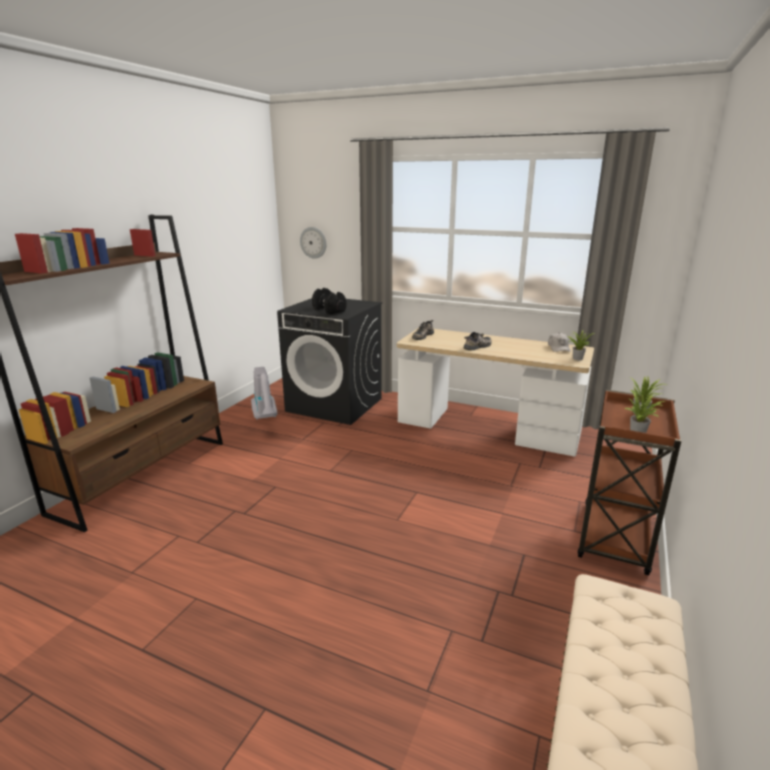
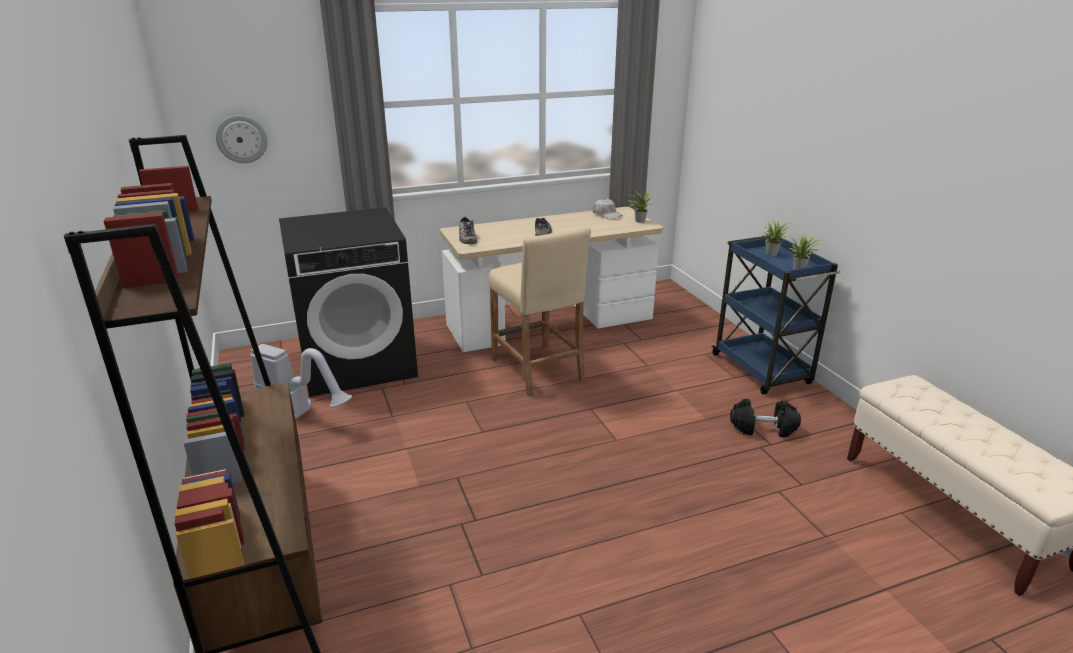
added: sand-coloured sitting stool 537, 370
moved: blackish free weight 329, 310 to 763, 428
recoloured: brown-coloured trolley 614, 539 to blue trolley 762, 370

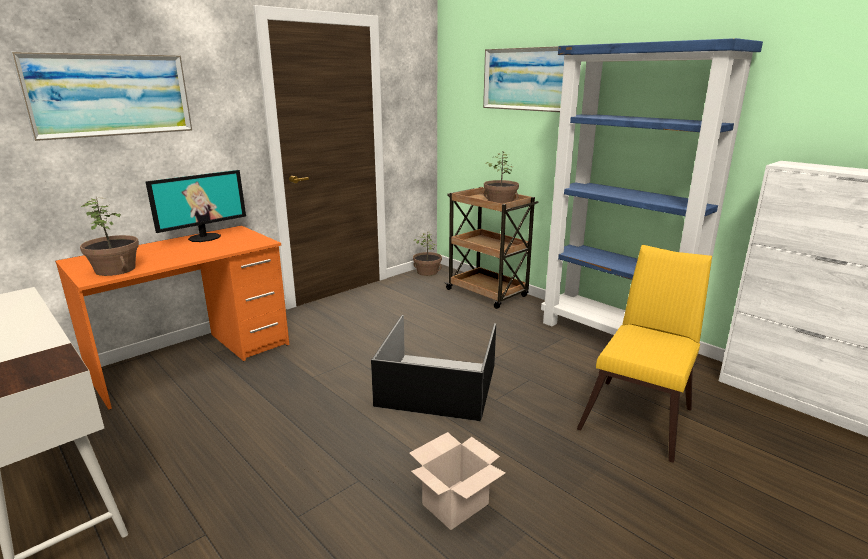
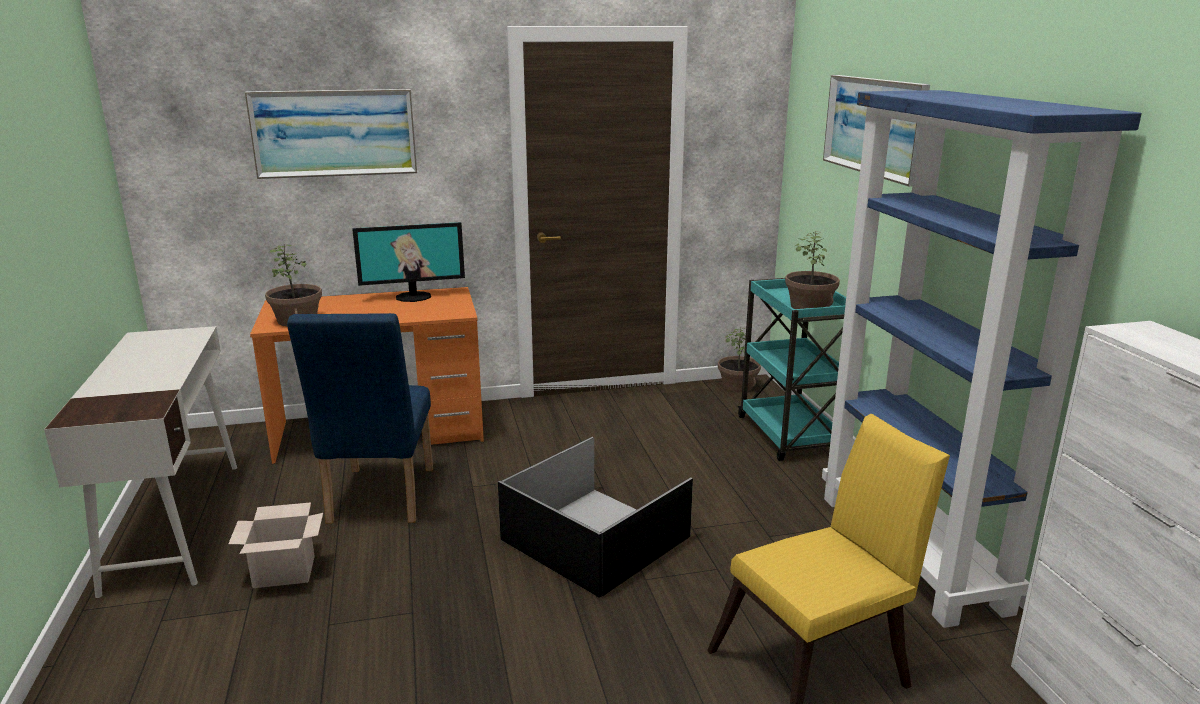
added: blue chair 378, 500
moved: carton 455, 503 to 286, 571
recoloured: brown-coloured trolley 488, 293 to blue-green trolley 790, 436

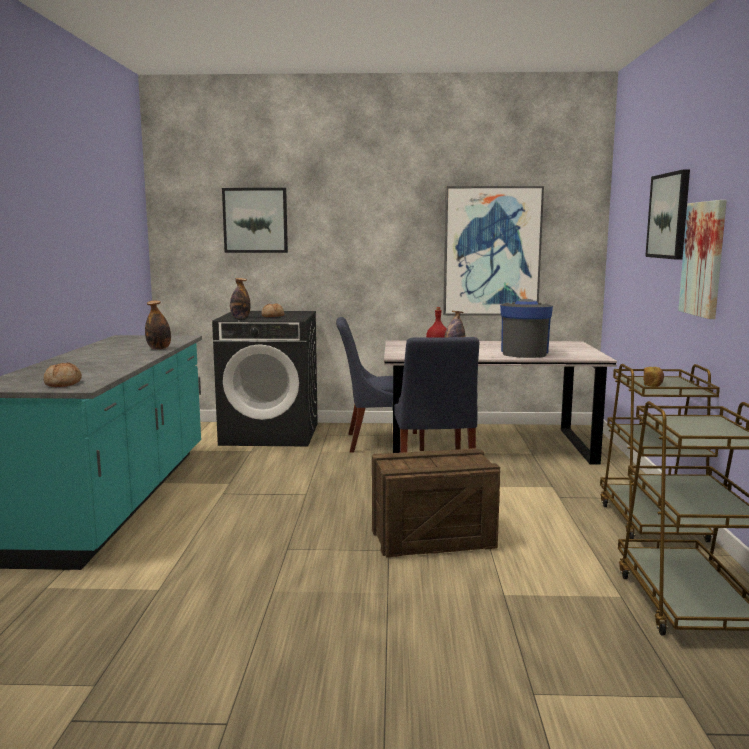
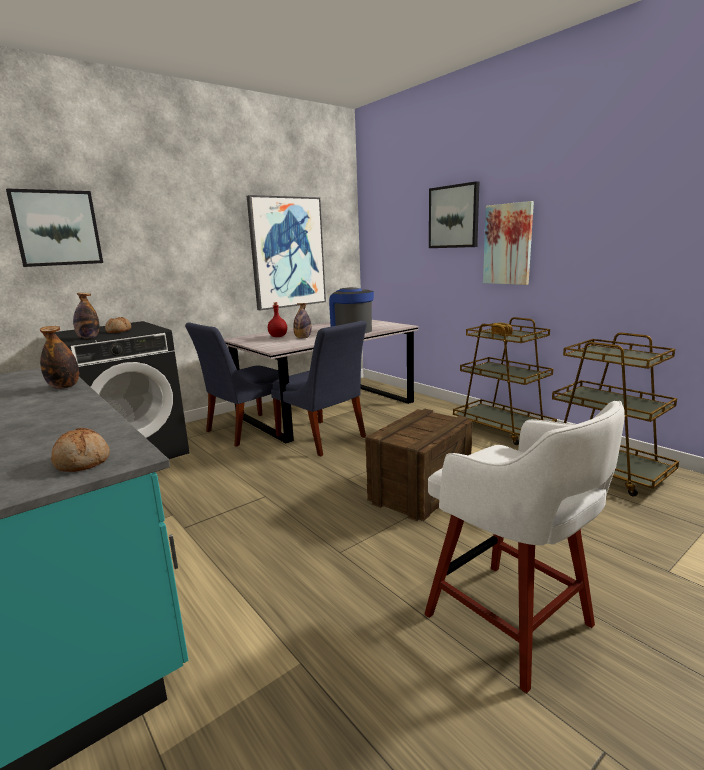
added: white-coloured sitting stool 512, 623

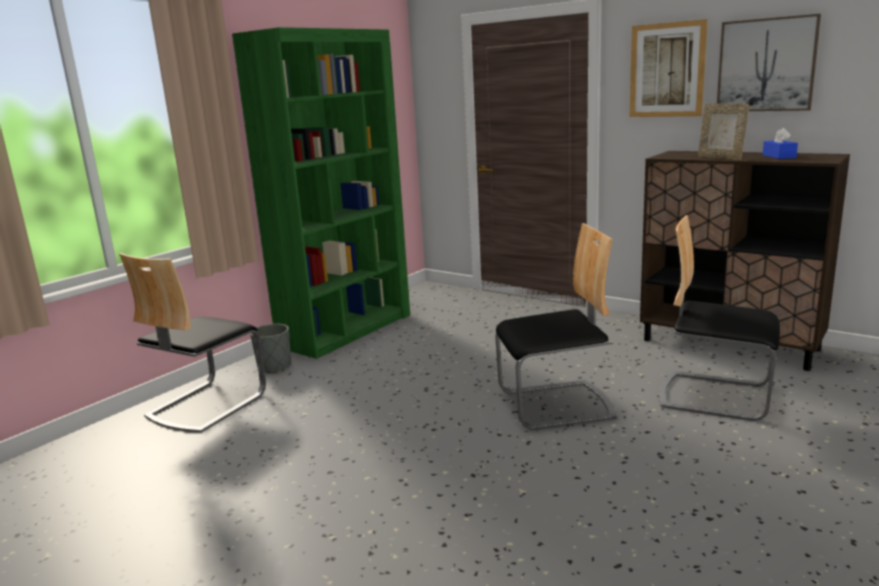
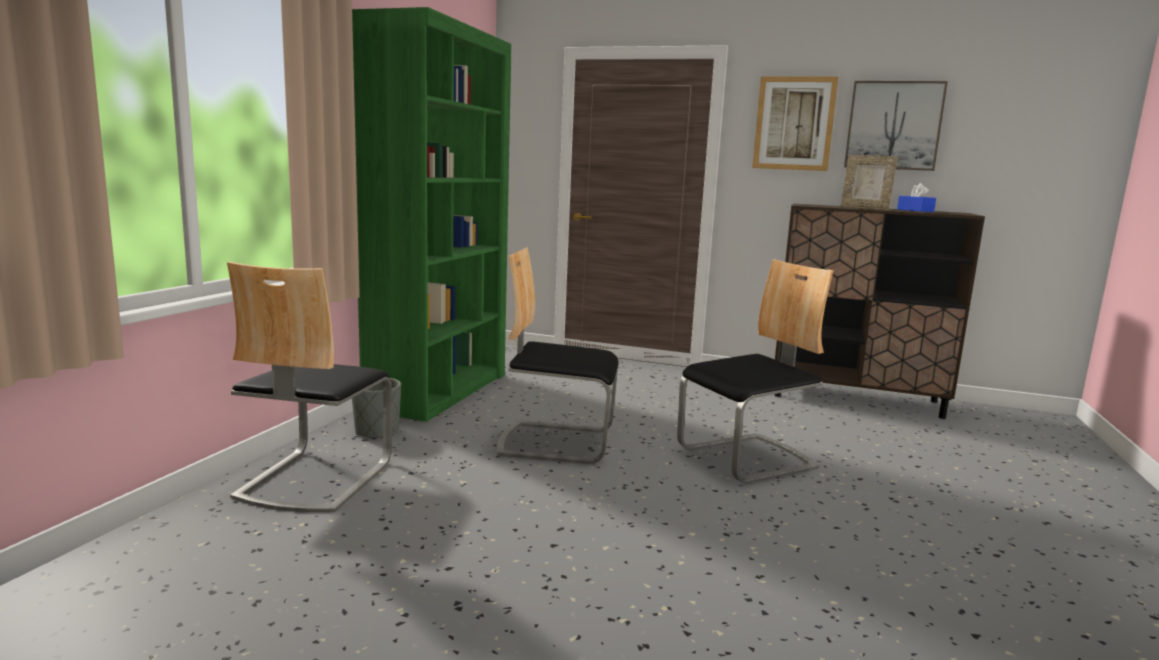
moved: chair 715, 395 to 556, 442

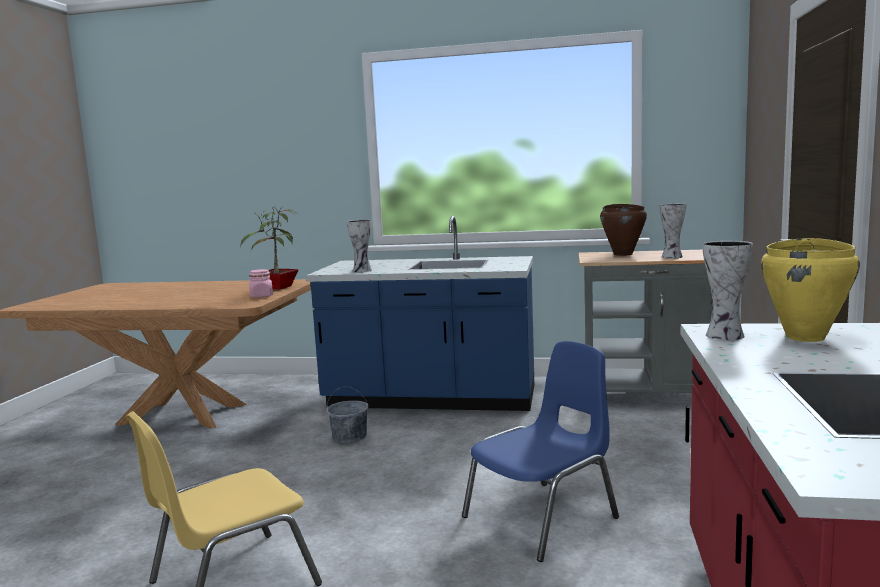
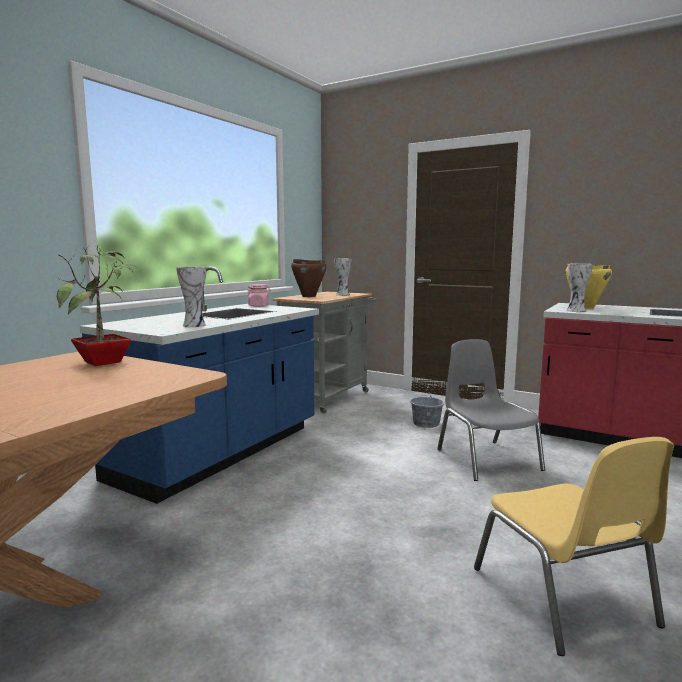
moved: pinkish storage jar 261, 296 to 259, 306; gray pail 350, 436 to 426, 423
recoloured: blue chair 543, 518 to gray chair 486, 459

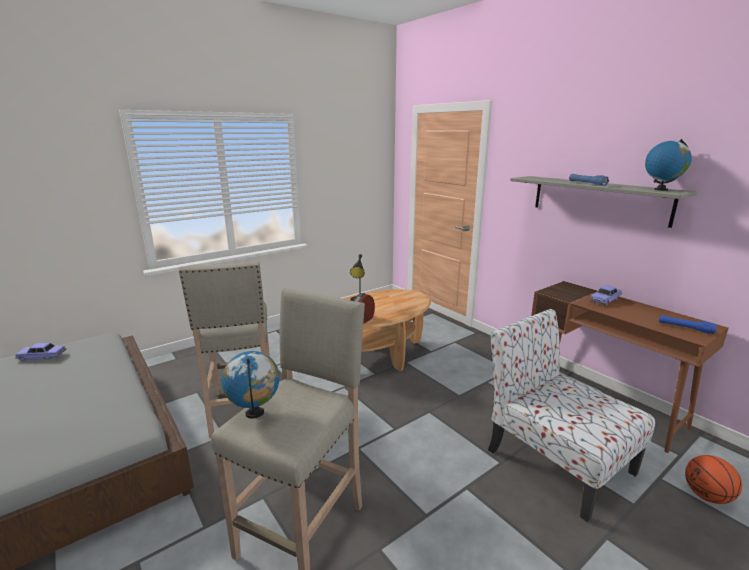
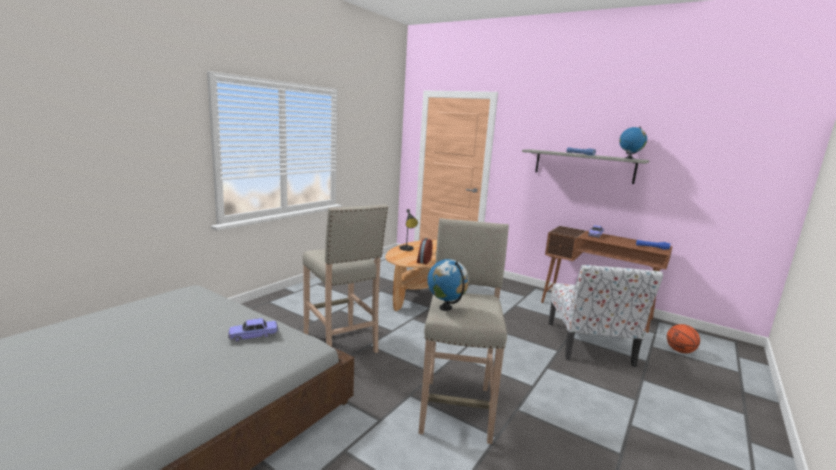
moved: toy car 42, 357 to 253, 335
turned: chair 556, 459 = 589, 344 120 degrees counterclockwise

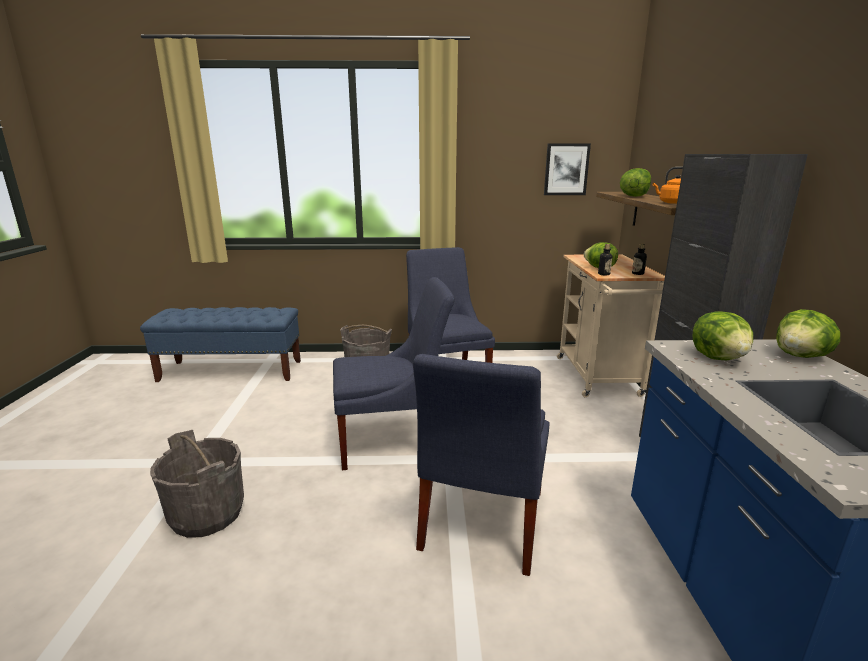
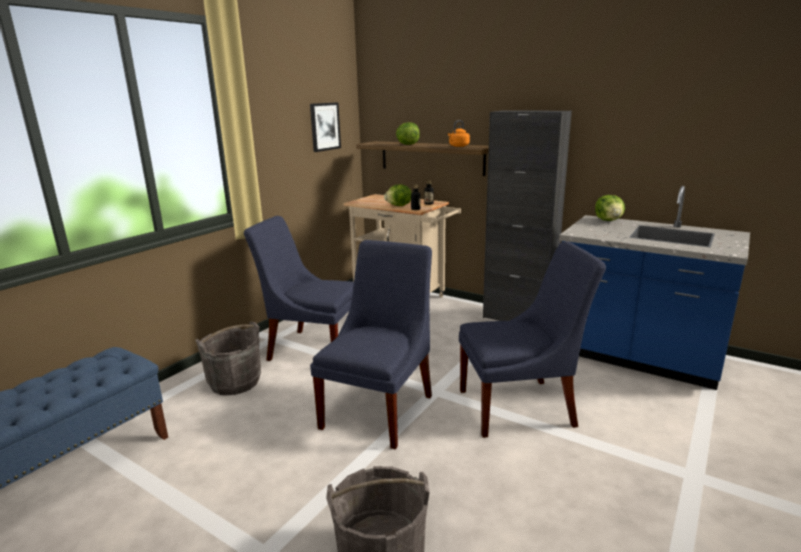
removed: lettuce 719, 358
turned: blue chair 481, 524 = 521, 407 60 degrees counterclockwise

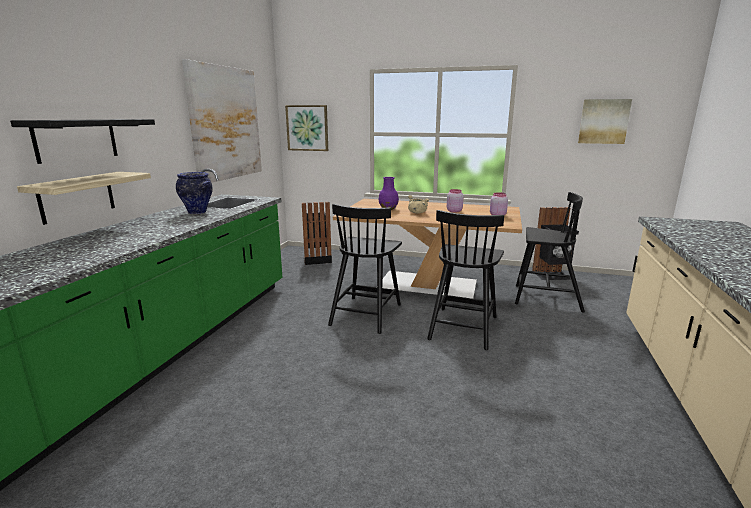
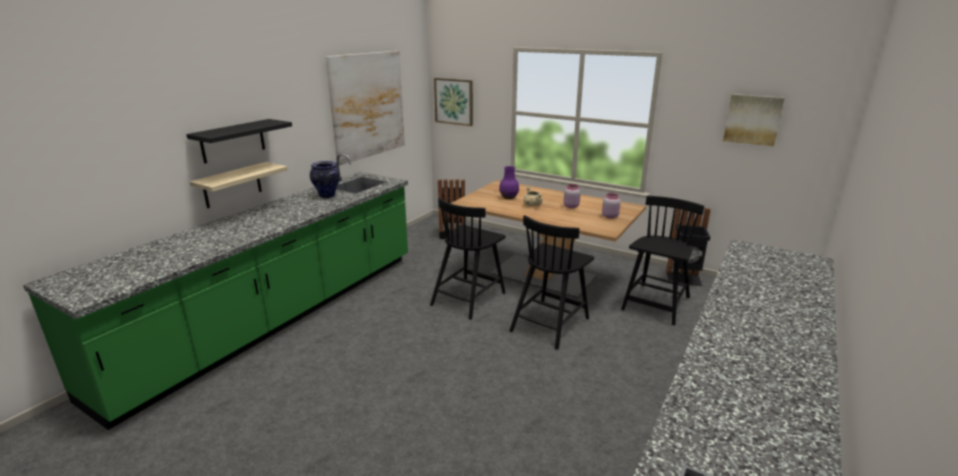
turned: blackish chair 545, 298 = 656, 304 90 degrees counterclockwise

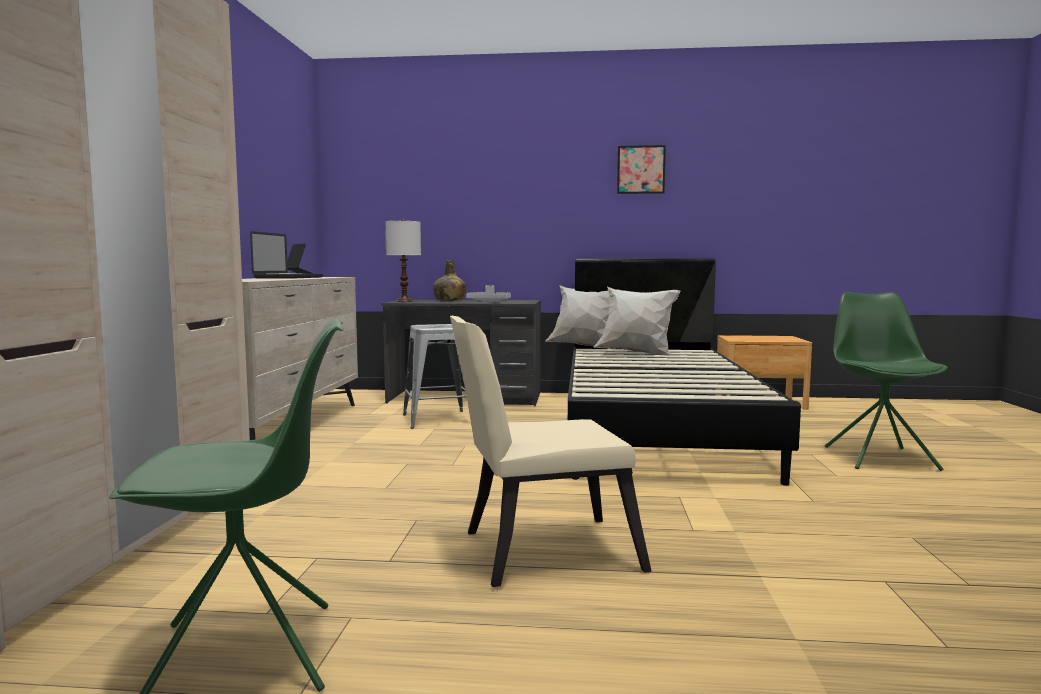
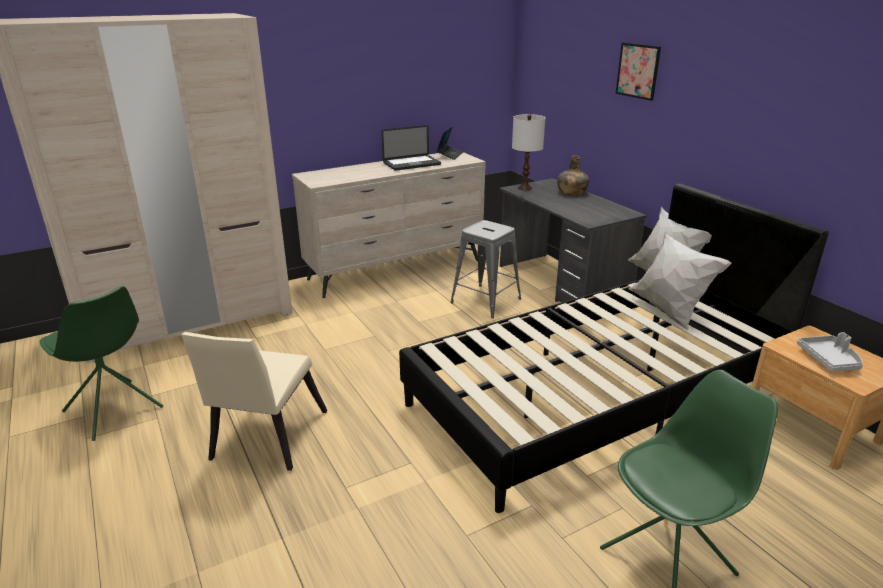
moved: picture 641, 169 to 638, 71; gray tray 489, 301 to 829, 360
turned: sand-coloured chair 539, 551 = 265, 439 120 degrees counterclockwise

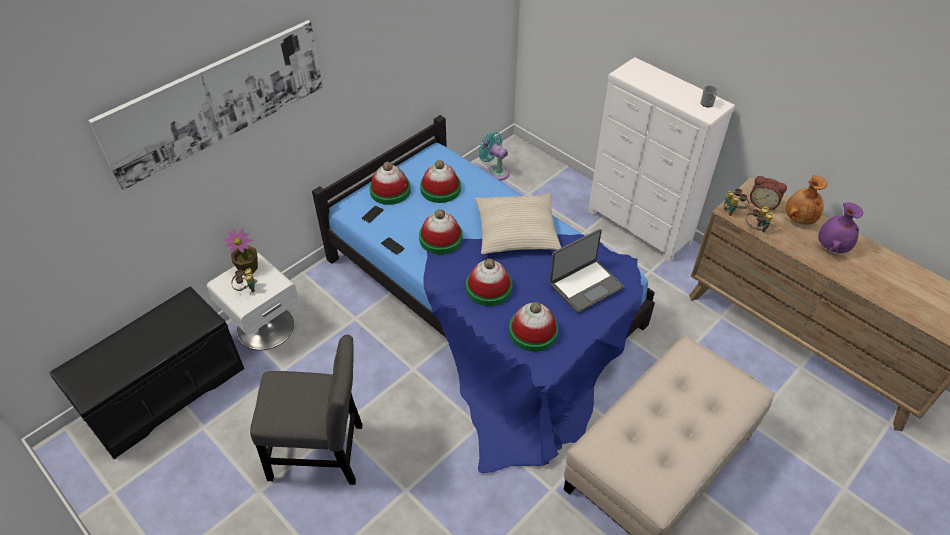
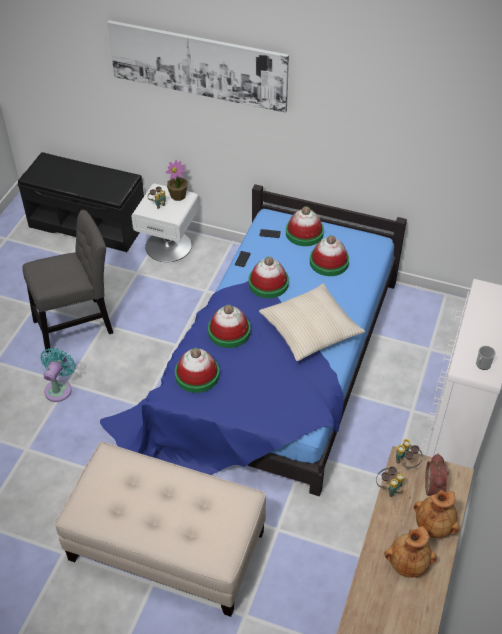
removed: laptop 585, 285
moved: blue-green cooling fan 495, 171 to 59, 388
recoloured: purplish decorative vase 831, 246 to brown-coloured decorative vase 407, 563
turned: gray chair 322, 453 = 77, 324 90 degrees counterclockwise

